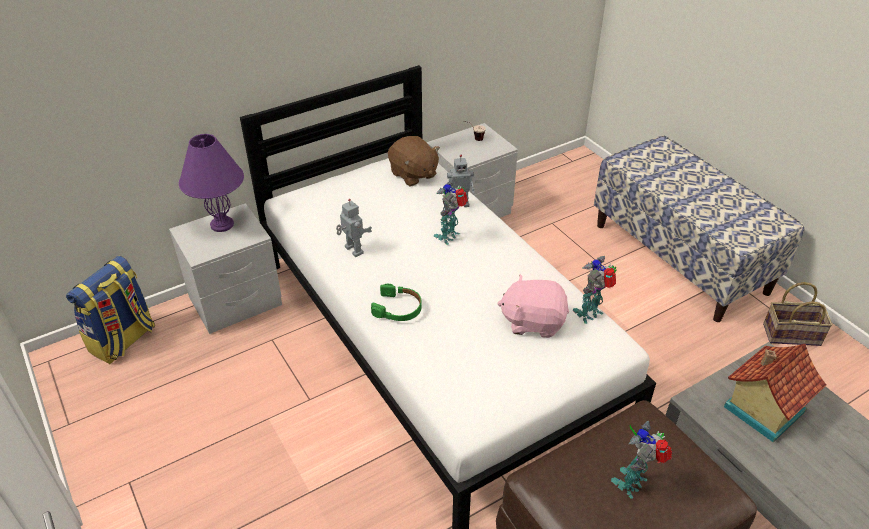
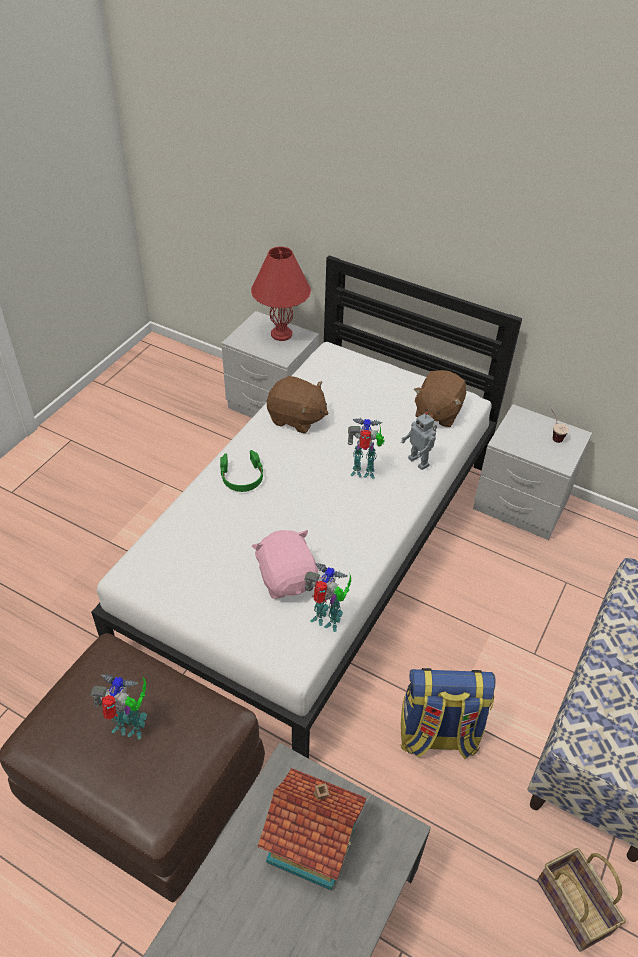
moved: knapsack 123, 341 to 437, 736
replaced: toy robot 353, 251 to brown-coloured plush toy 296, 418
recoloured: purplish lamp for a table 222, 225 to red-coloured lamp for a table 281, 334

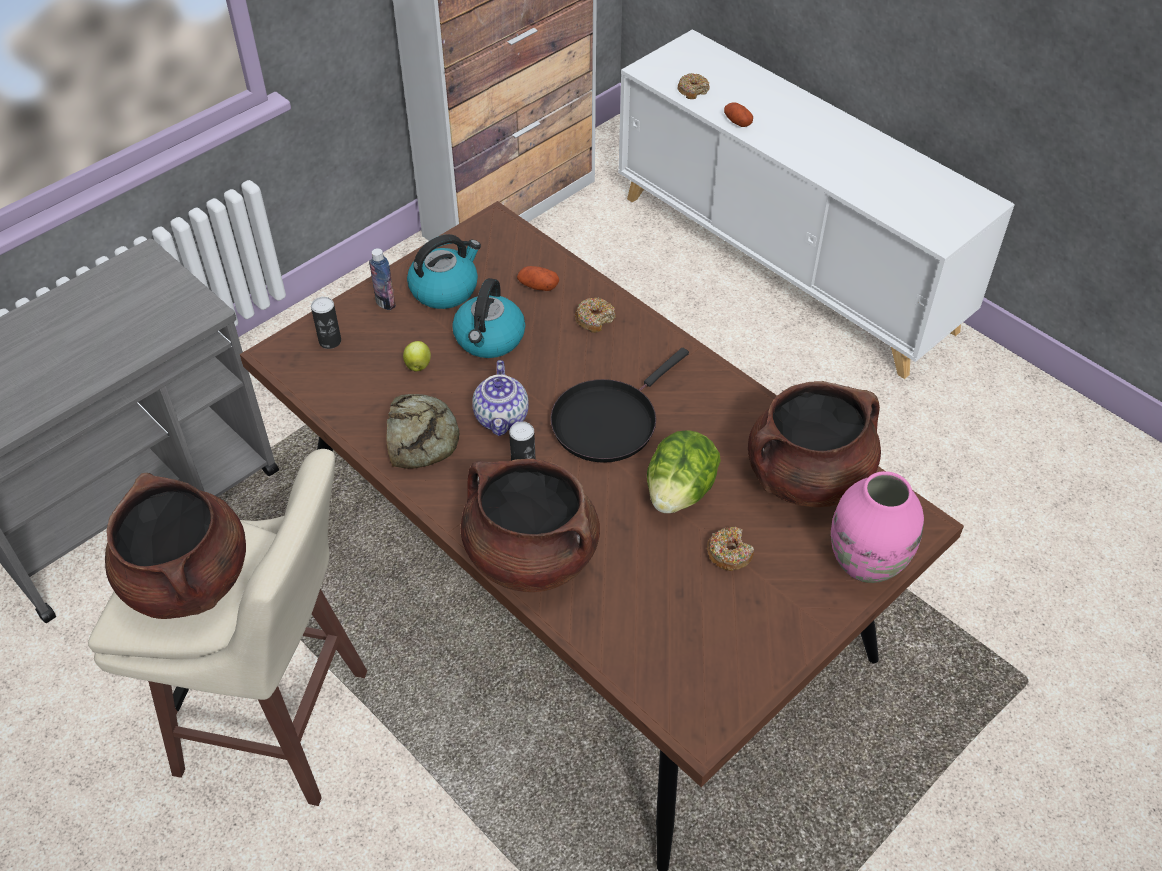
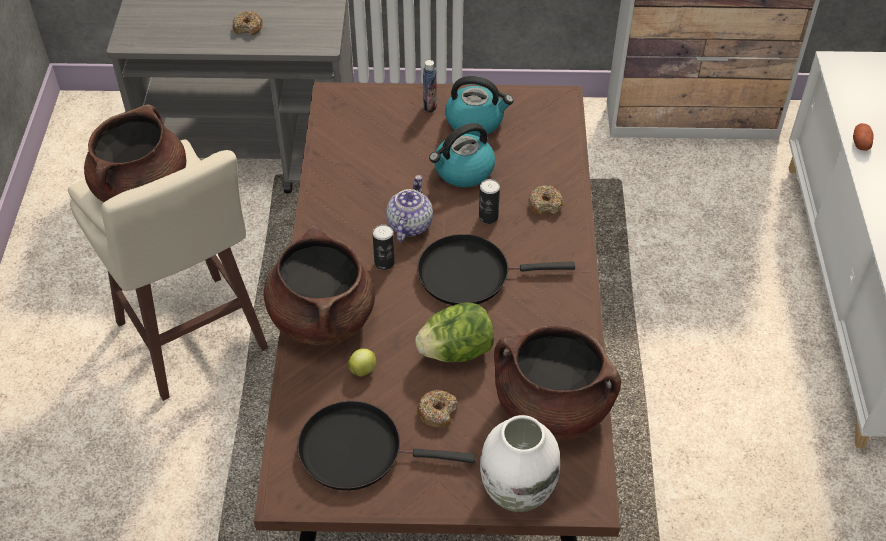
removed: bakery bread 421, 436; spud 538, 286
added: blackish frying pan 358, 450
moved: doughnut 693, 90 to 248, 27; apple fruit 418, 365 to 363, 369; can 330, 341 to 488, 217
recoloured: pinkish decorative vase 866, 563 to white-coloured decorative vase 516, 492
turned: teapot 502, 418 = 409, 224 150 degrees clockwise

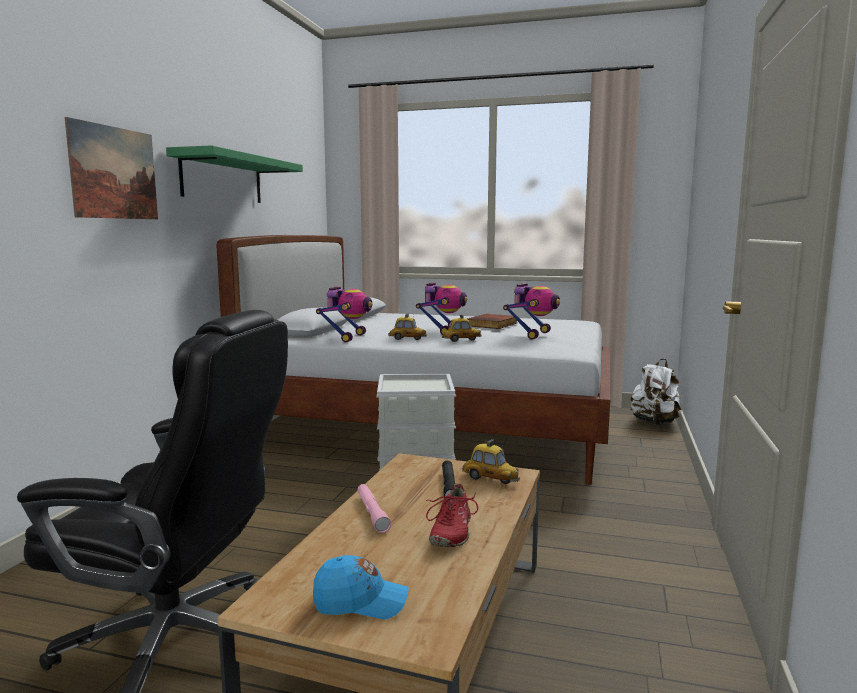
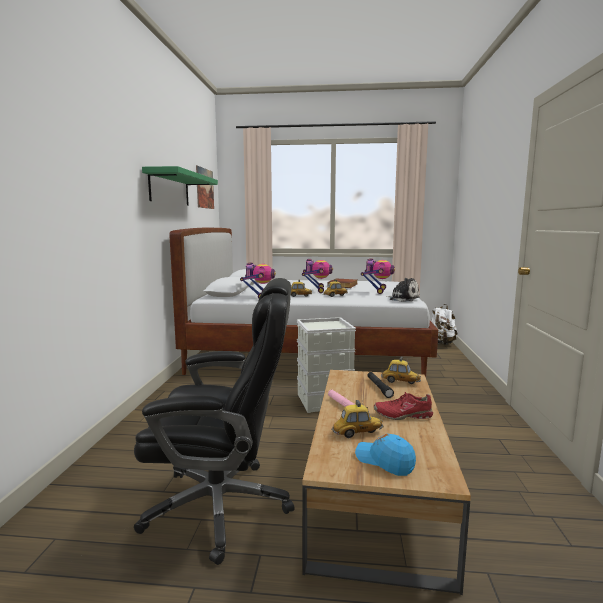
added: toy car 357, 433; plush toy 402, 299
moved: picture 114, 173 to 205, 188
turned: blue baseball cap 360, 603 = 385, 461 135 degrees counterclockwise; red-coloured item of footwear 450, 532 = 403, 415 90 degrees clockwise

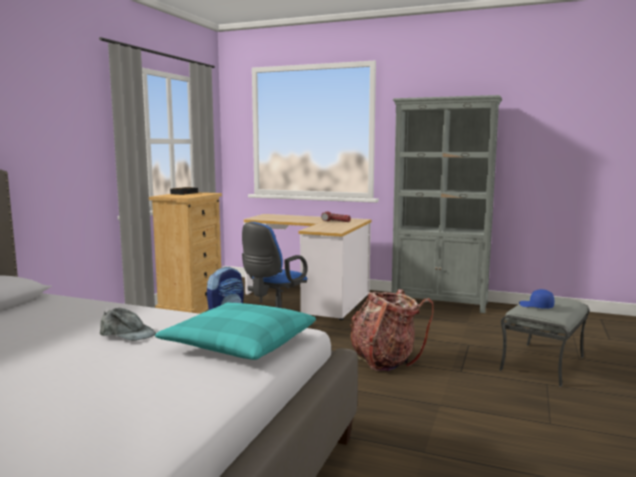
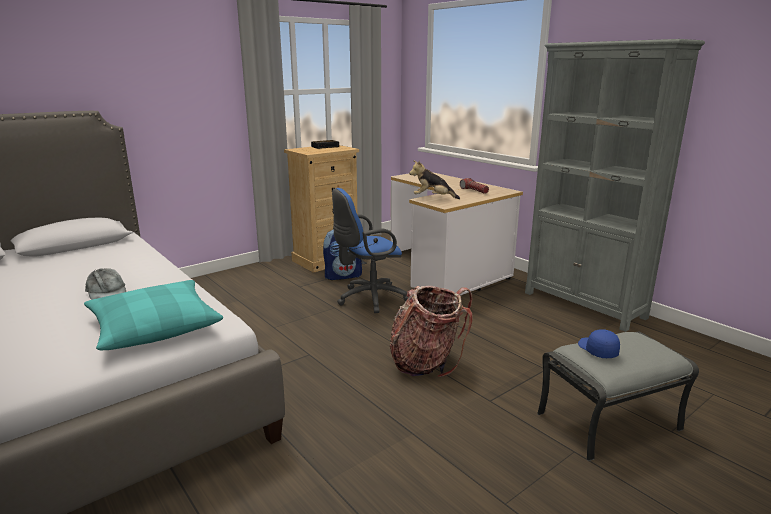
added: plush toy 432, 198

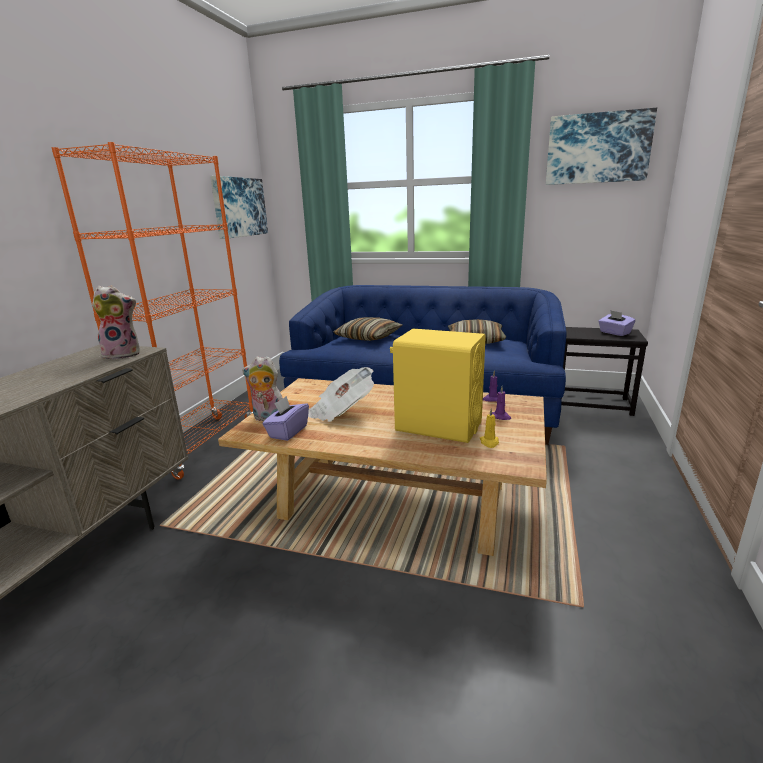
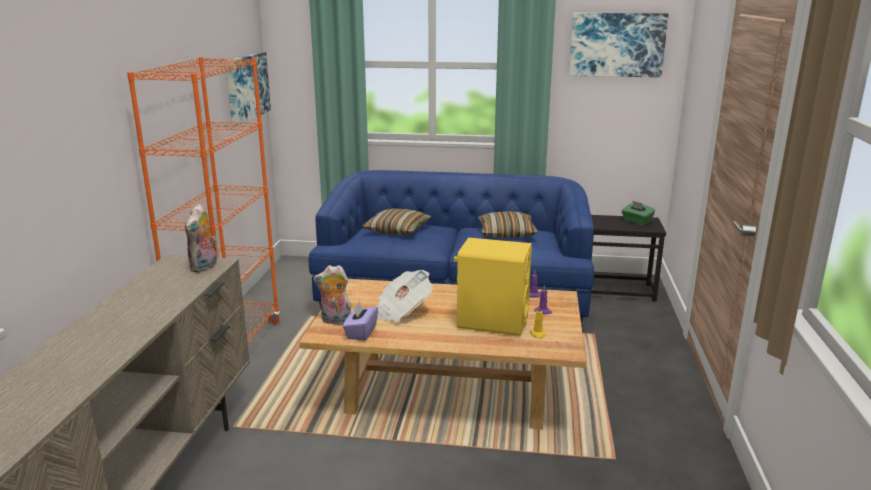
recoloured: purplish box of tissues 614, 333 to greenish box of tissues 636, 222
turned: plush toy 124, 354 = 205, 267 120 degrees clockwise

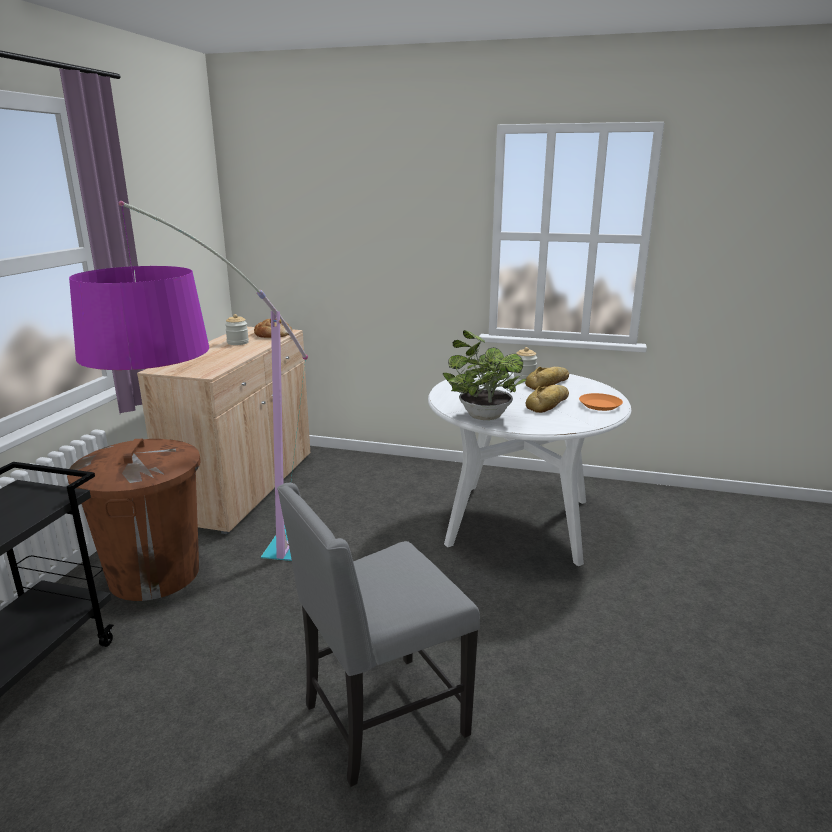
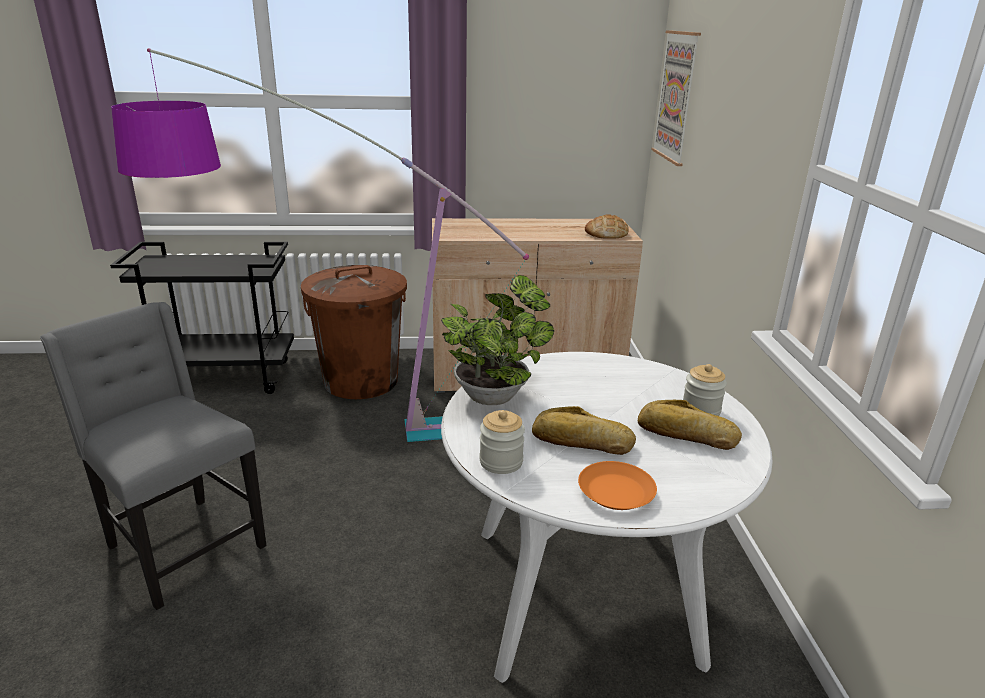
added: picture 676, 97
moved: storage jar 238, 342 to 501, 462

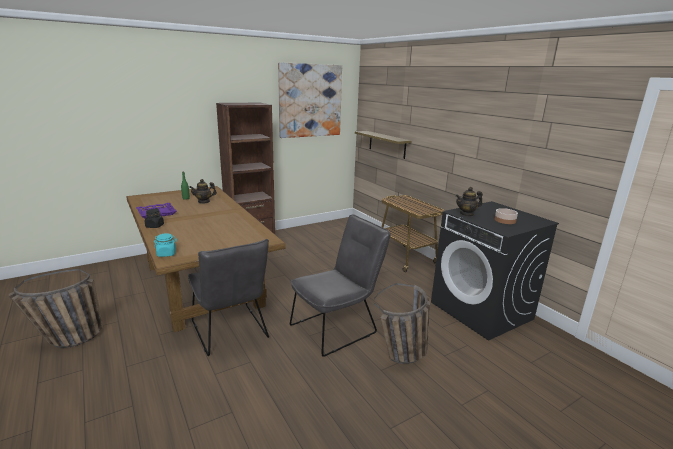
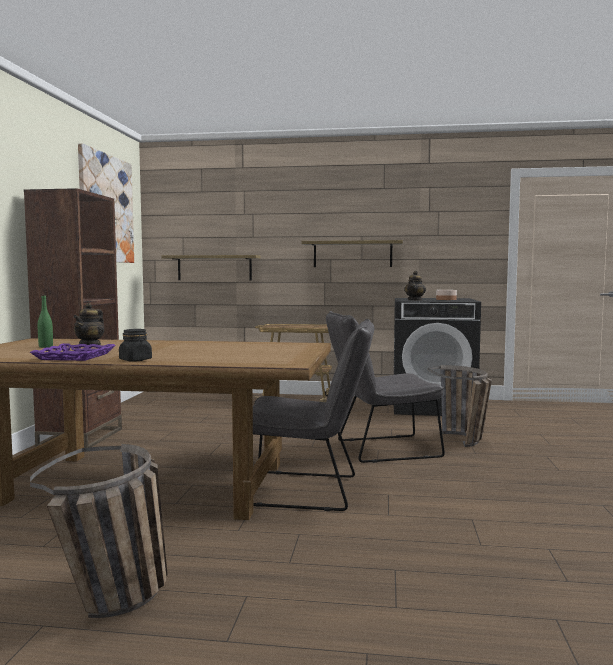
removed: blue-green storage jar 166, 254
added: shelf 352, 254
turned: gray chair 338, 327 = 380, 449 105 degrees counterclockwise

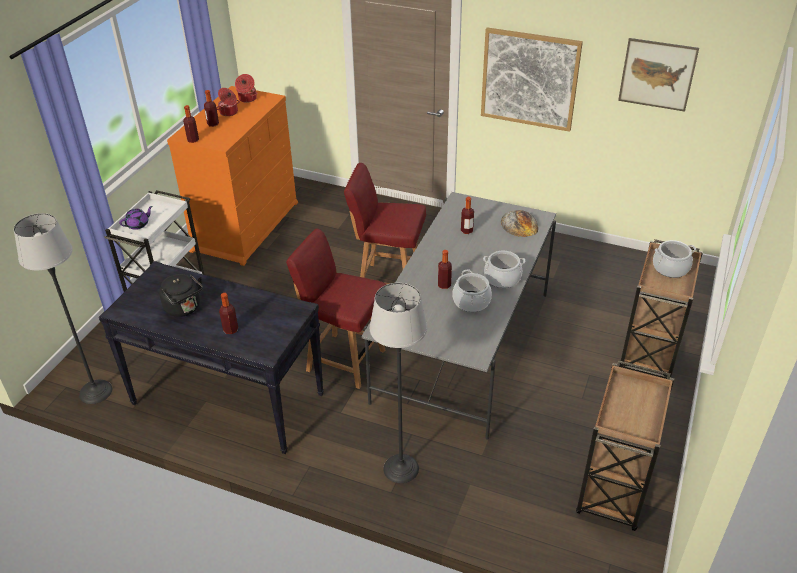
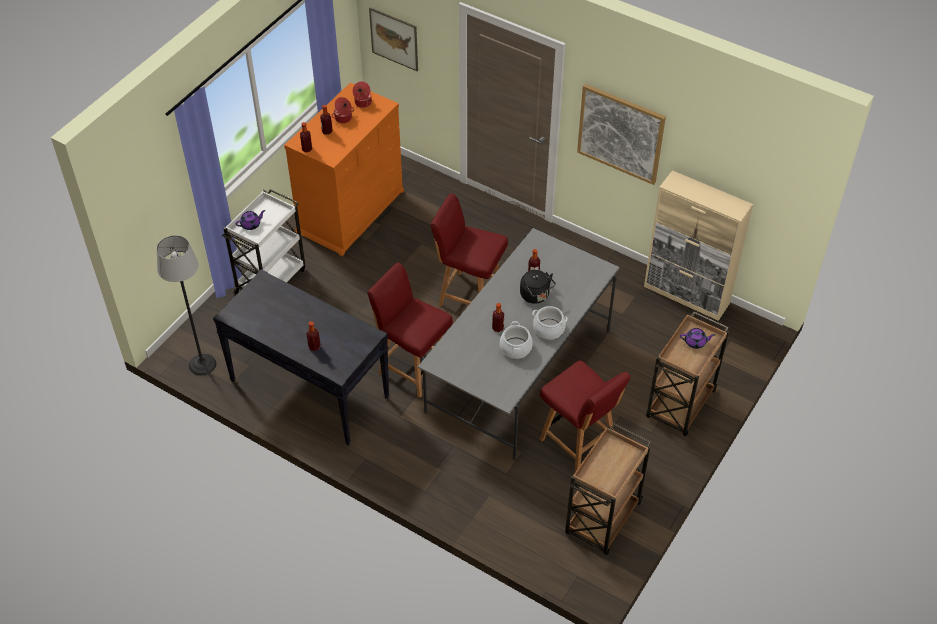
removed: standard lamp 400, 468; bakery bread 519, 224
added: red-coloured chair 578, 442; sand-coloured cabinet 687, 295
moved: picture 657, 74 to 394, 39; blackish water kettle 184, 308 to 536, 296
replaced: stockpot 670, 268 to purplish teapot 695, 342

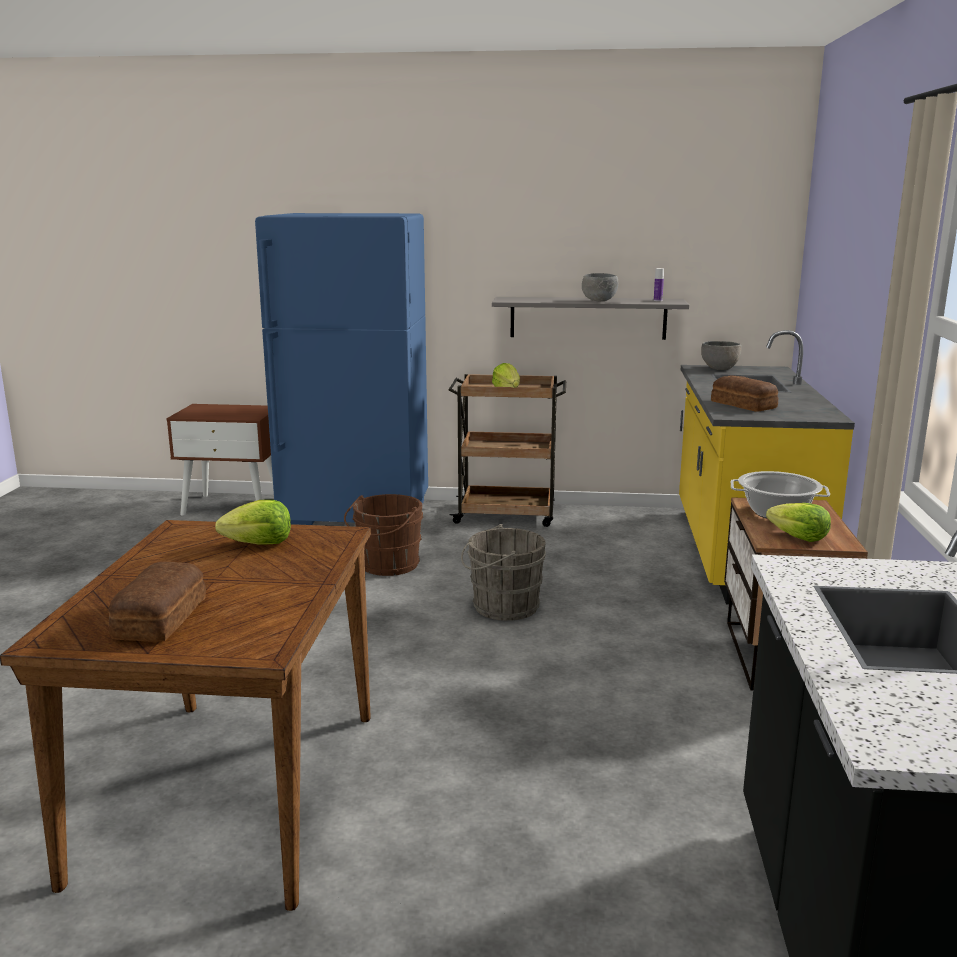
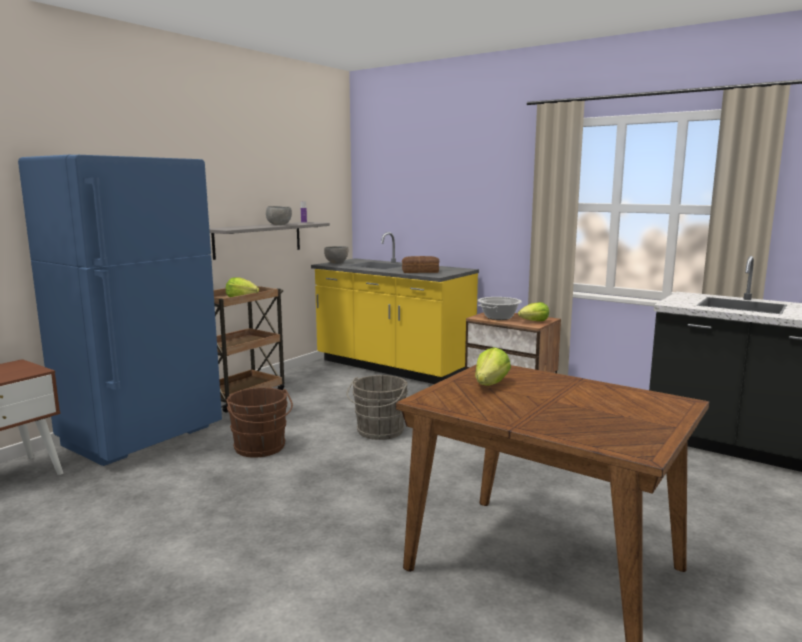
removed: bakery bread 157, 619

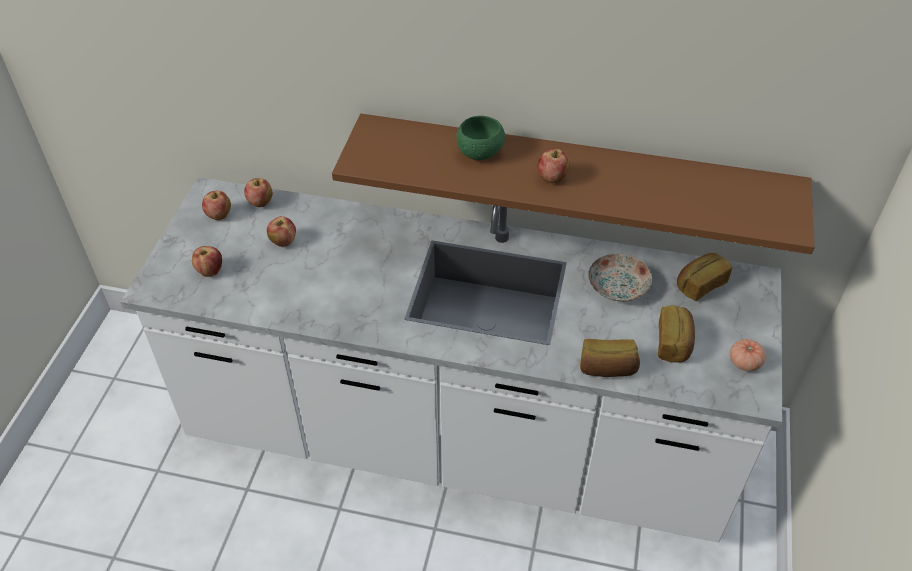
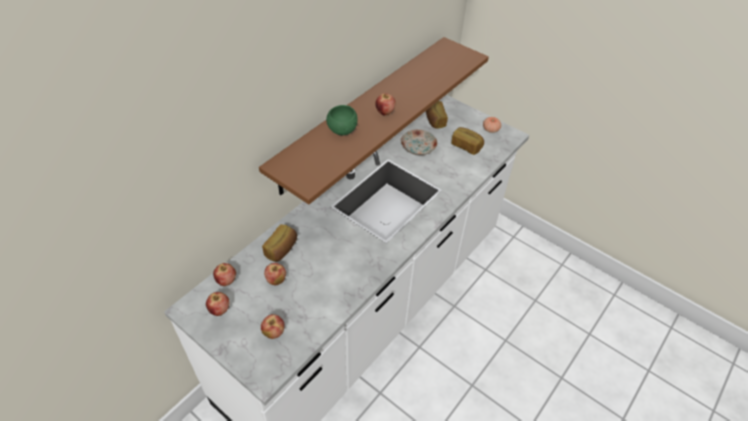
moved: bakery bread 607, 369 to 282, 249

